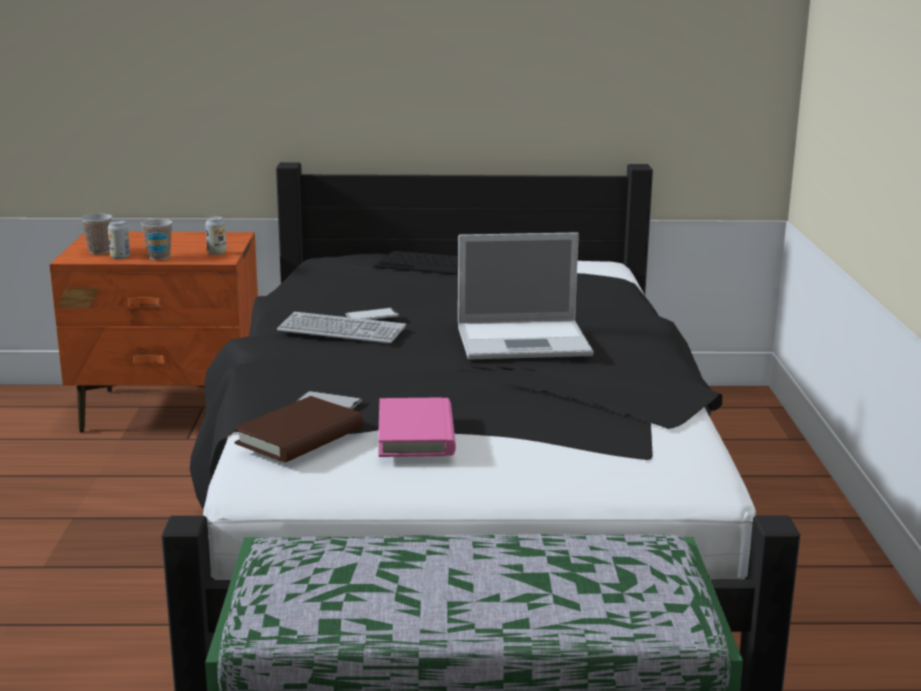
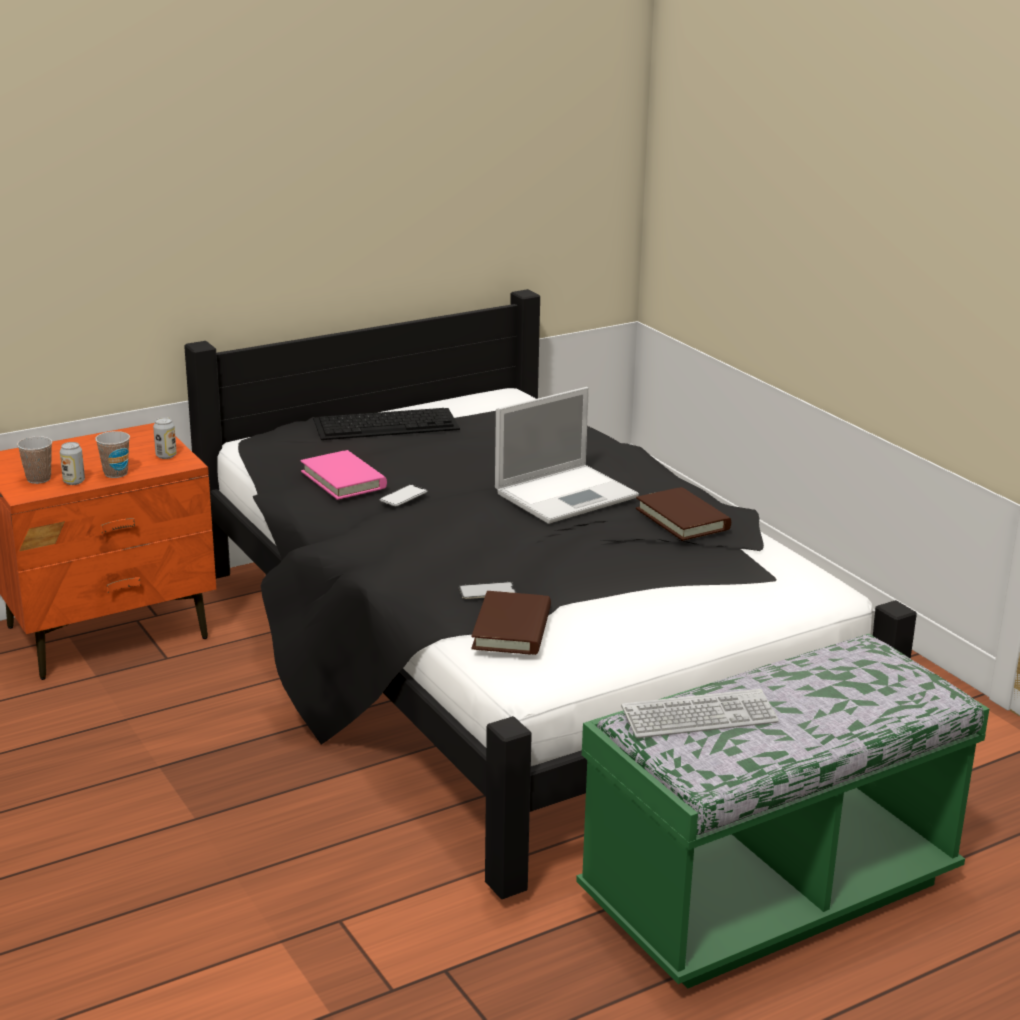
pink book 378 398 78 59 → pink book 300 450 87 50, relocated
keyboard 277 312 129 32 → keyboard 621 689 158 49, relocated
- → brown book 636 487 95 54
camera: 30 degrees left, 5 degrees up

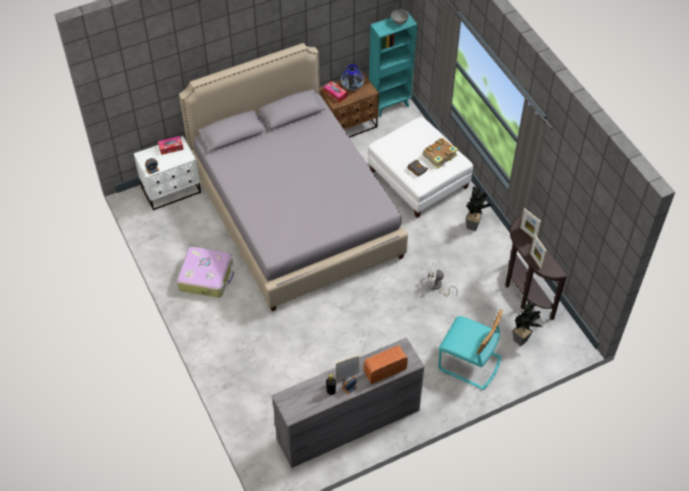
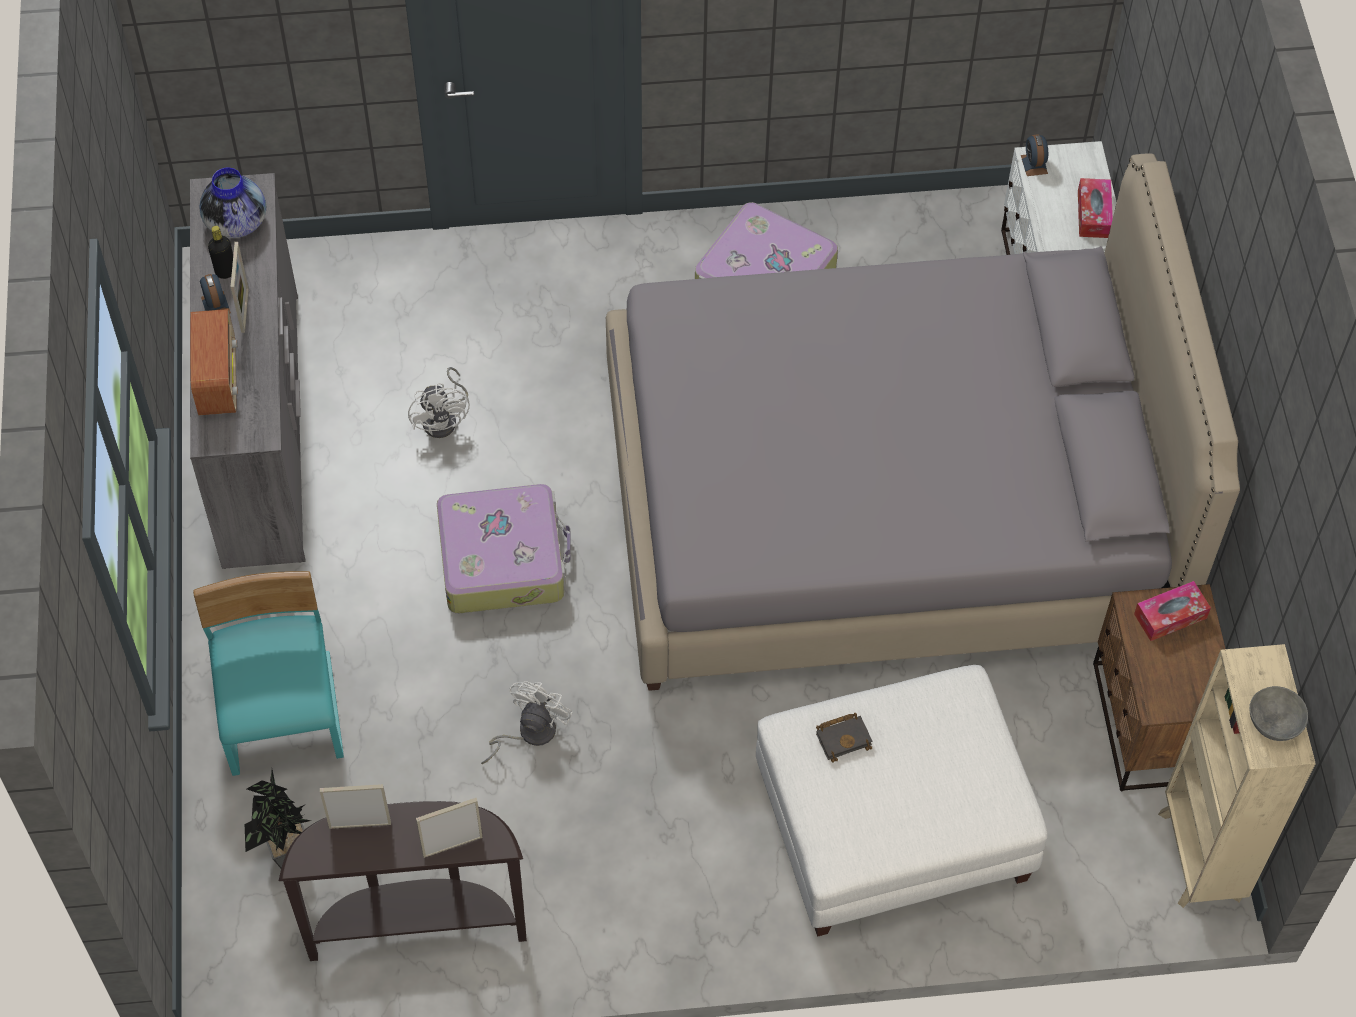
turquoise chair 438 309 65 81 → turquoise chair 193 571 151 205, 120 degrees clockwise
vase 341 64 23 26 → vase 199 168 67 70, relocated
- → white fan 408 367 62 71
- → suitcase 437 484 133 129
turquoise bookcase 369 12 48 105 → beige bookcase 1158 644 158 264
book 423 138 35 31 → -
potted plant 466 187 26 44 → -
camera: 110 degrees right, 5 degrees up

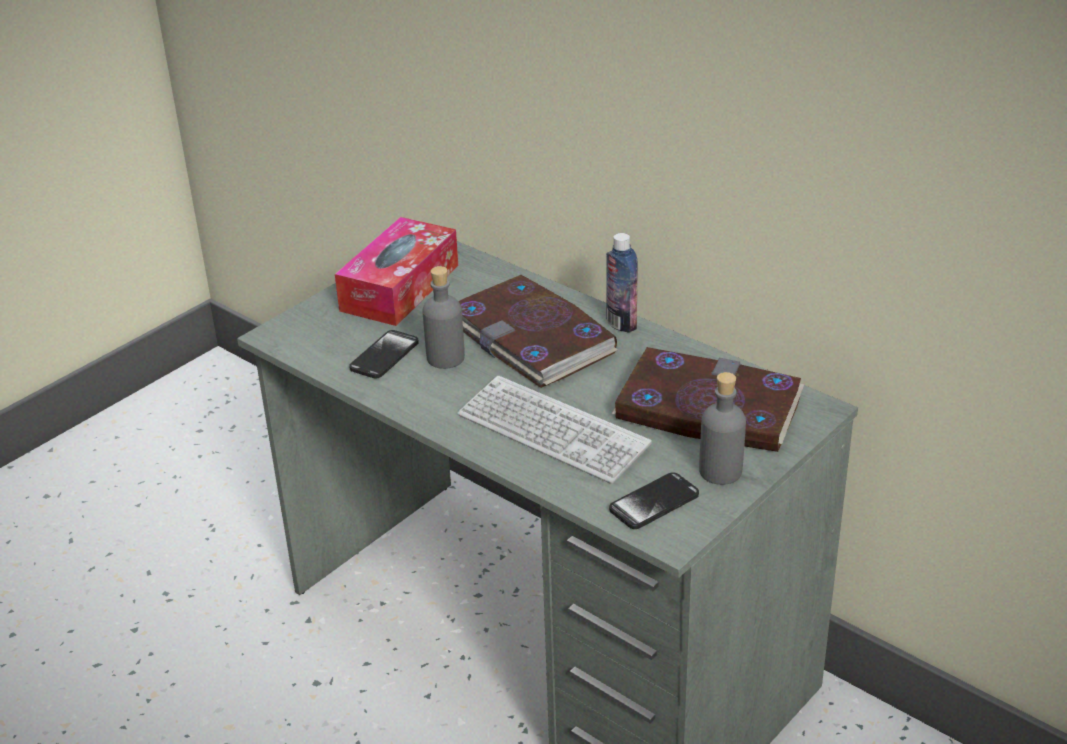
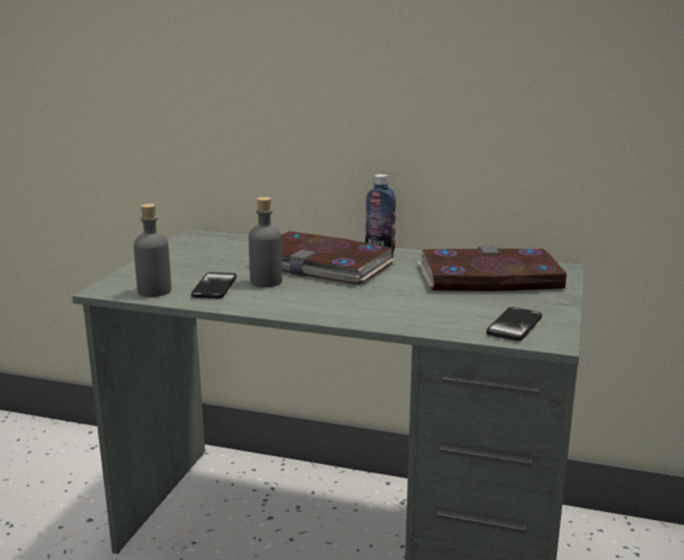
grey bottle 699 372 47 113 → grey bottle 134 204 37 93, relocated
tissue box 335 217 123 109 → -
keyboard 458 376 194 108 → -
camera: 25 degrees left, 15 degrees down

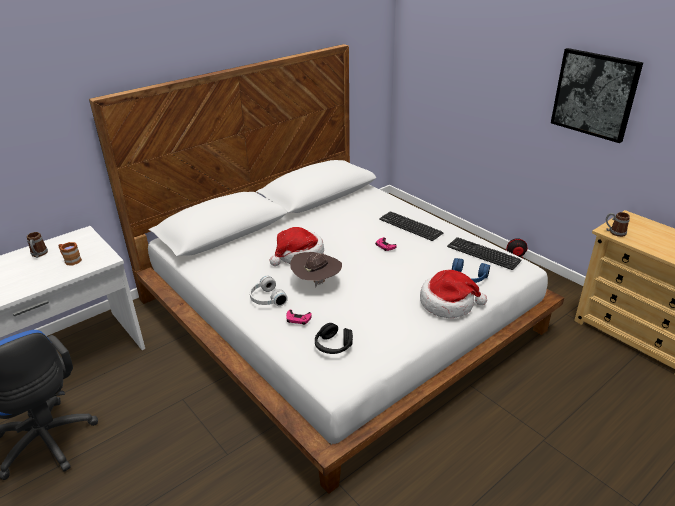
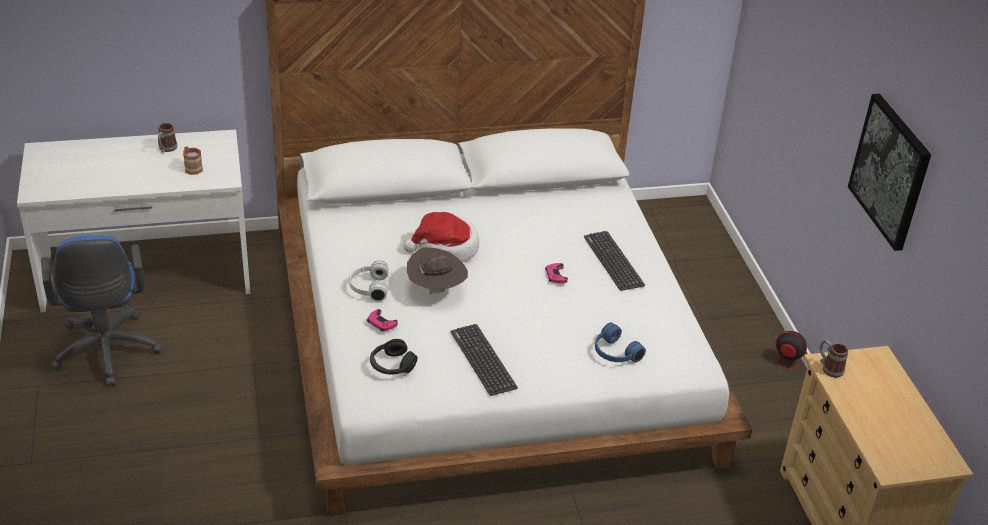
keyboard 447 237 74 33 → keyboard 451 324 67 72, relocated
hat 420 270 67 48 → -
camera: 25 degrees right, 5 degrees up

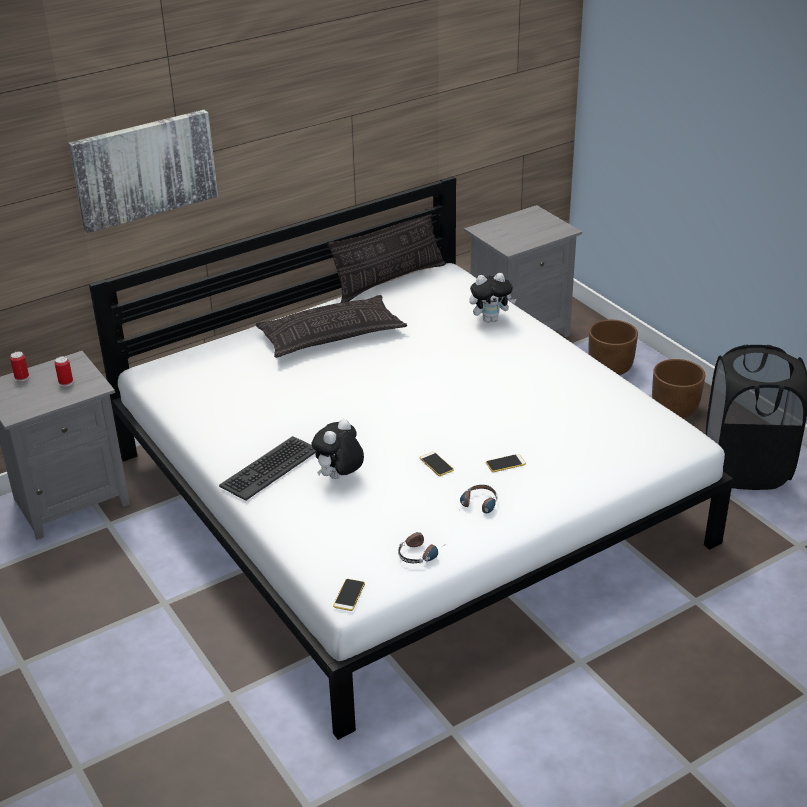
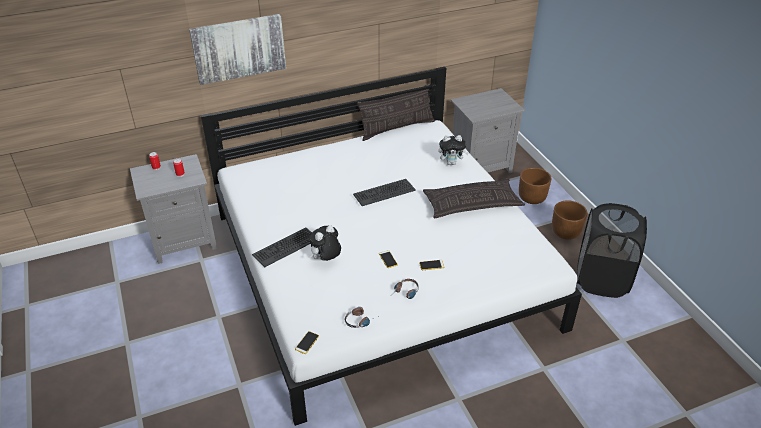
- → keyboard 353 179 63 27
pillow 256 295 151 63 → pillow 423 178 102 40, relocated
camera: 10 degrees right, 5 degrees up

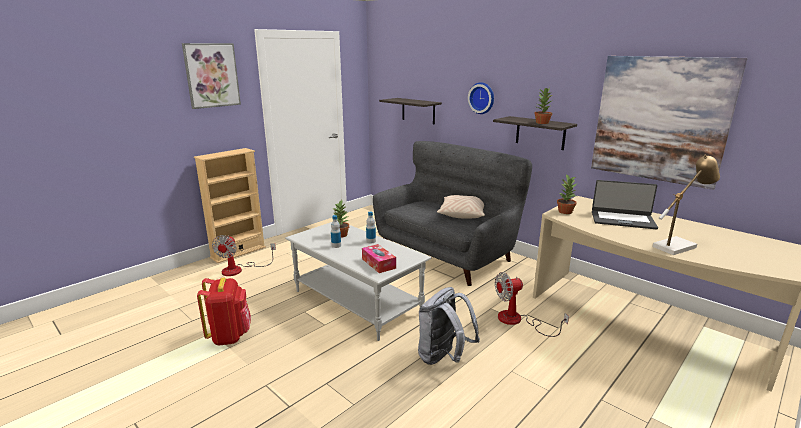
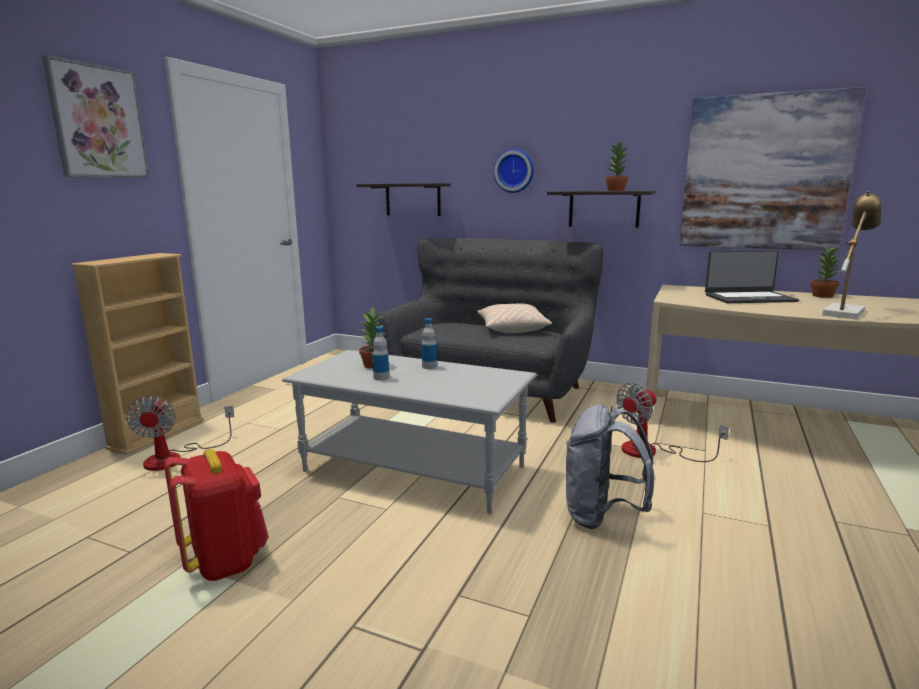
potted plant 557 174 21 40 → potted plant 810 245 31 53, relocated
tissue box 362 244 34 29 → -
camera: 20 degrees left, 5 degrees down

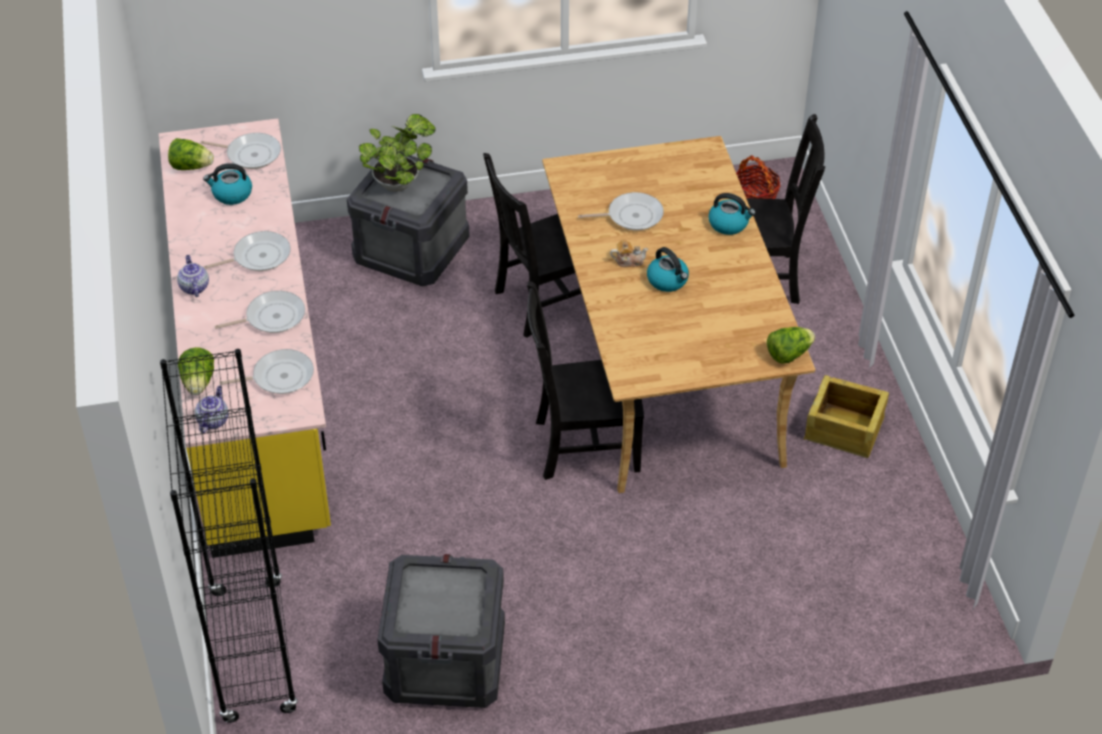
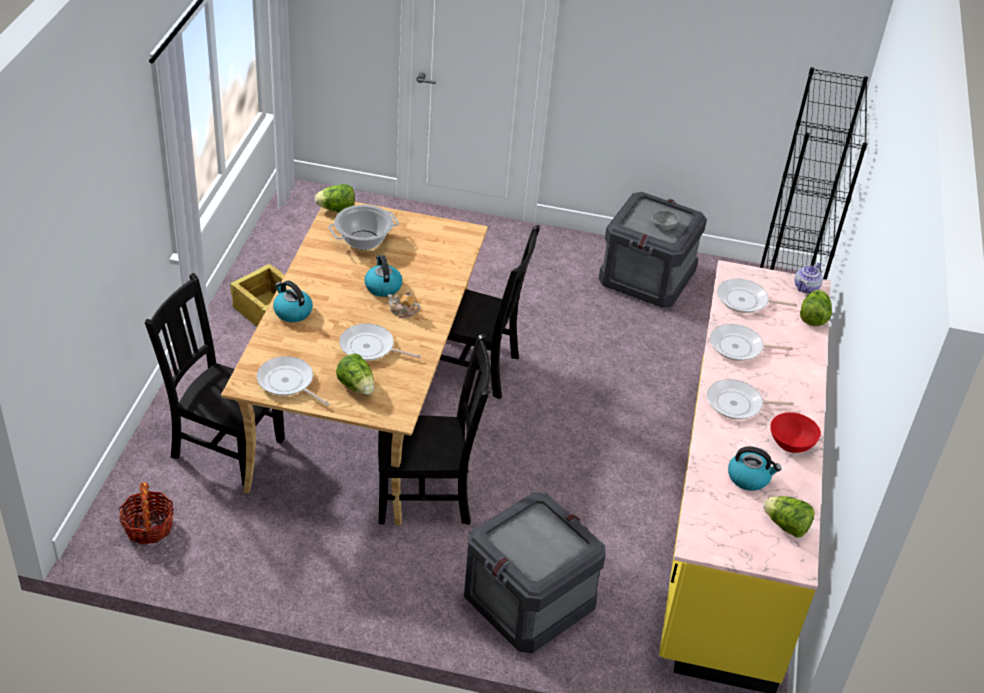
frying pan 200 133 81 36 → frying pan 257 356 73 50, relocated
- → cooking pot 329 205 70 45
- → lettuce 336 354 38 41
- → grey bowl 652 210 27 20
- → red bowl 770 412 51 41
teapot 177 255 32 42 → -
potted plant 359 114 77 78 → -
camera: 160 degrees left, 5 degrees down

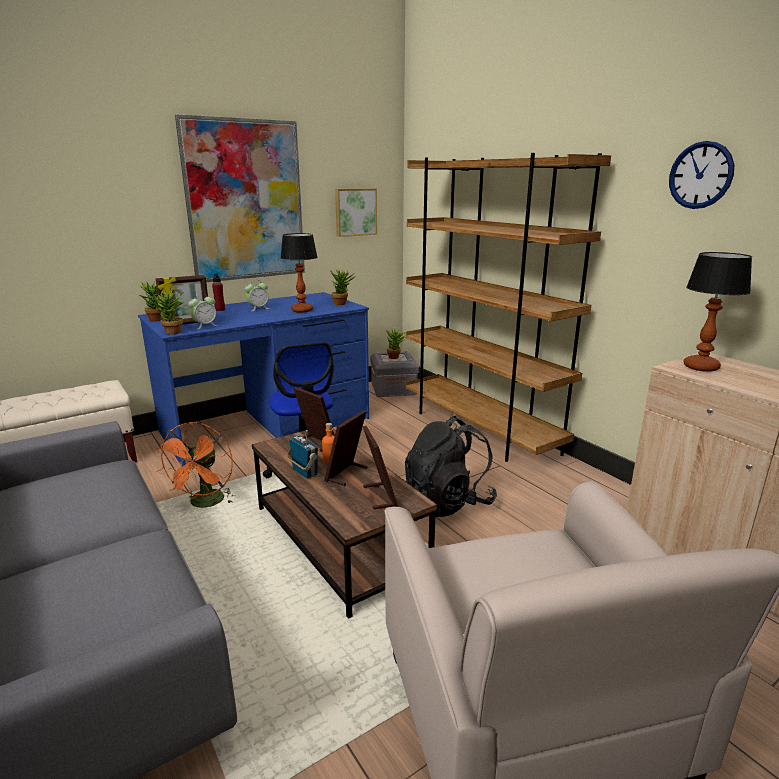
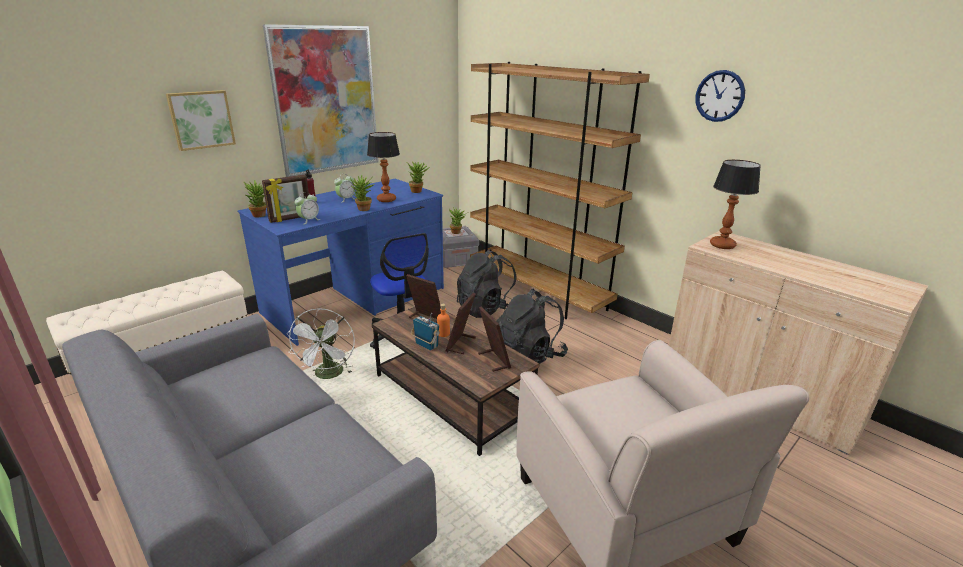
picture 335 188 42 49 → picture 166 90 70 61, relocated
orange fan 155 422 81 86 → white fan 287 308 68 71
potted plant 152 289 33 46 → potted plant 350 174 25 37, relocated
- → black backpack 457 249 60 69
camera: 10 degrees left, 5 degrees up

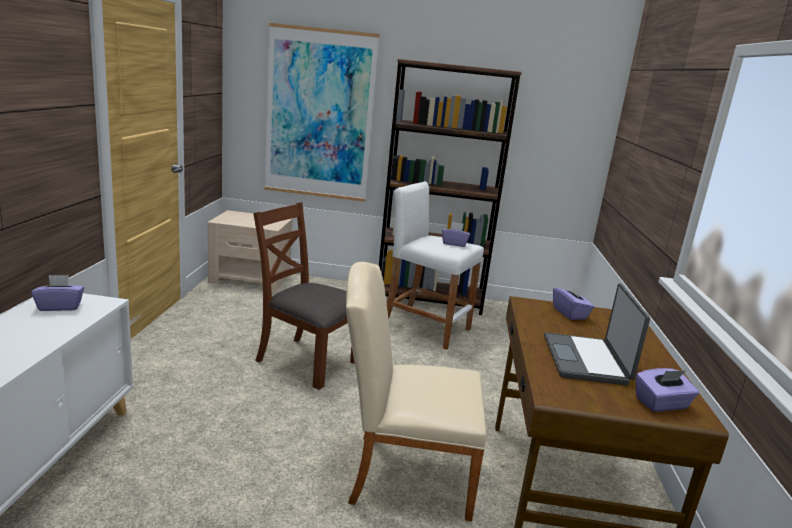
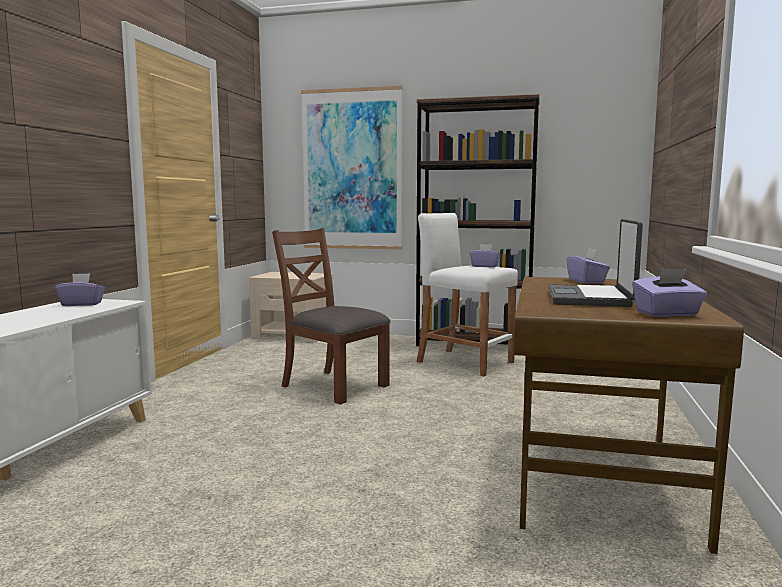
beige chair 346 262 141 260 → -
camera: 10 degrees right, 10 degrees down

